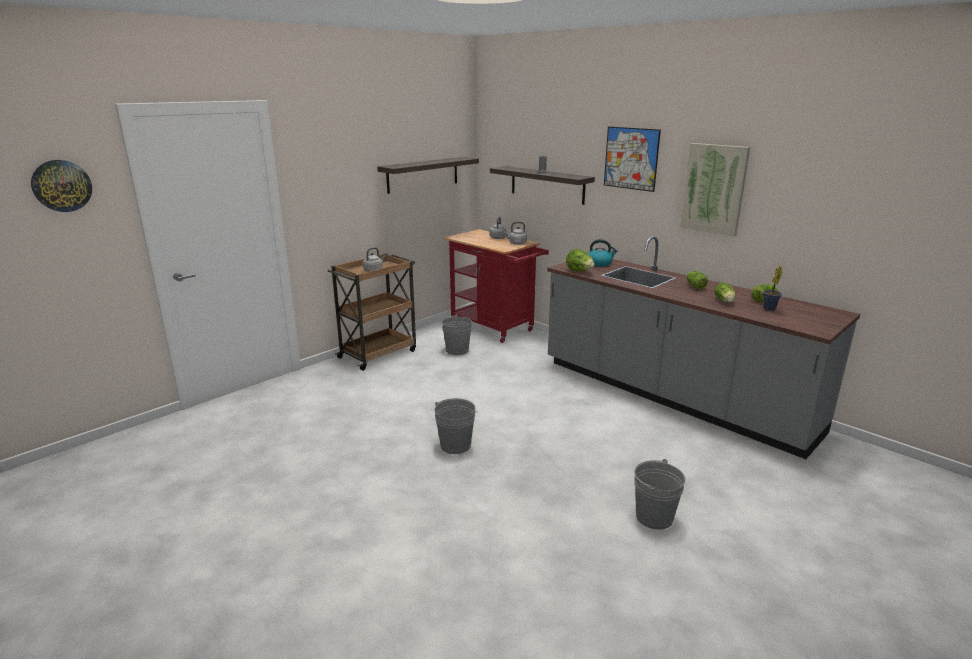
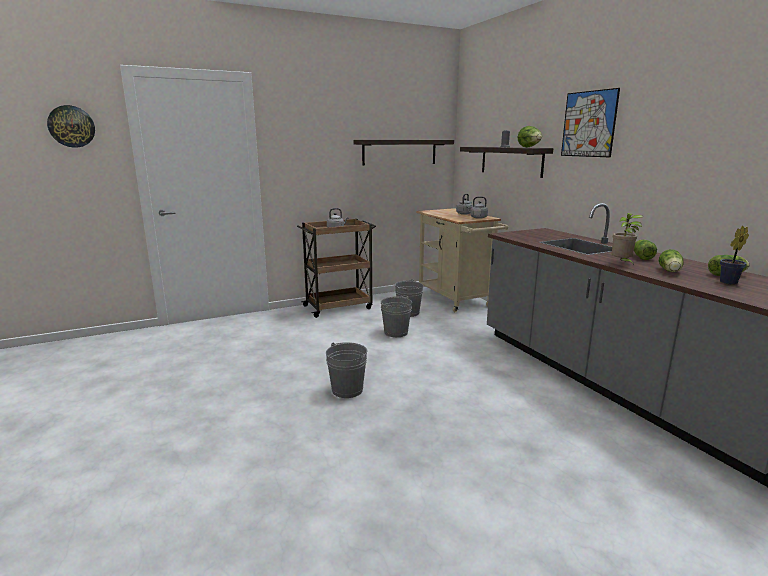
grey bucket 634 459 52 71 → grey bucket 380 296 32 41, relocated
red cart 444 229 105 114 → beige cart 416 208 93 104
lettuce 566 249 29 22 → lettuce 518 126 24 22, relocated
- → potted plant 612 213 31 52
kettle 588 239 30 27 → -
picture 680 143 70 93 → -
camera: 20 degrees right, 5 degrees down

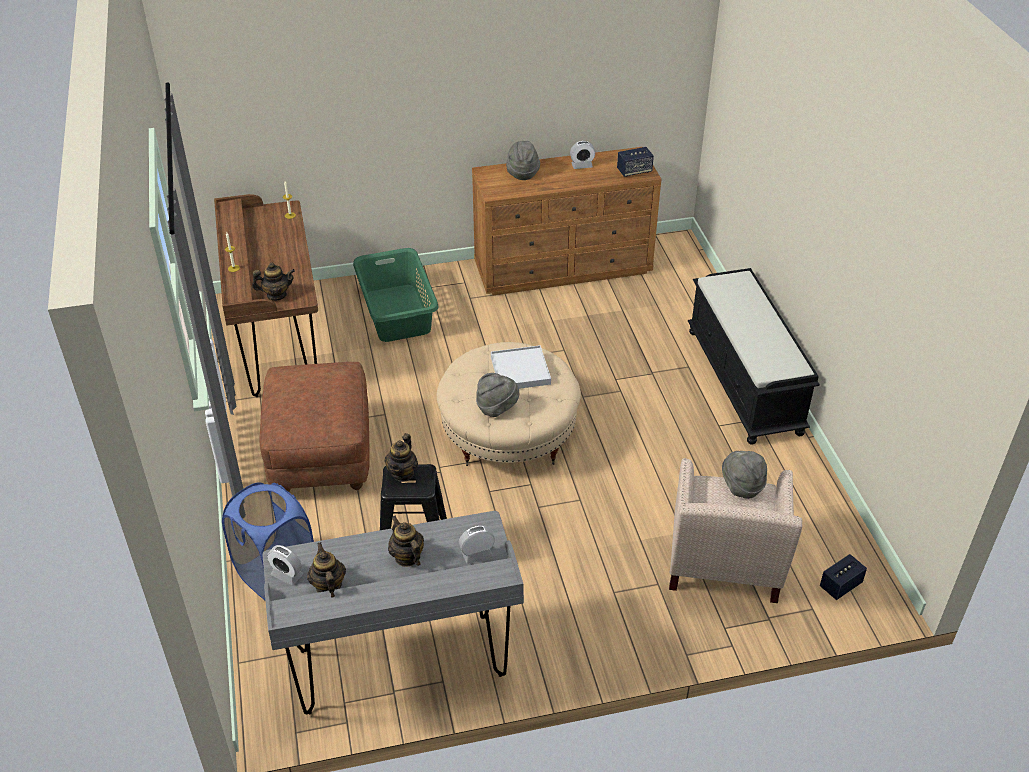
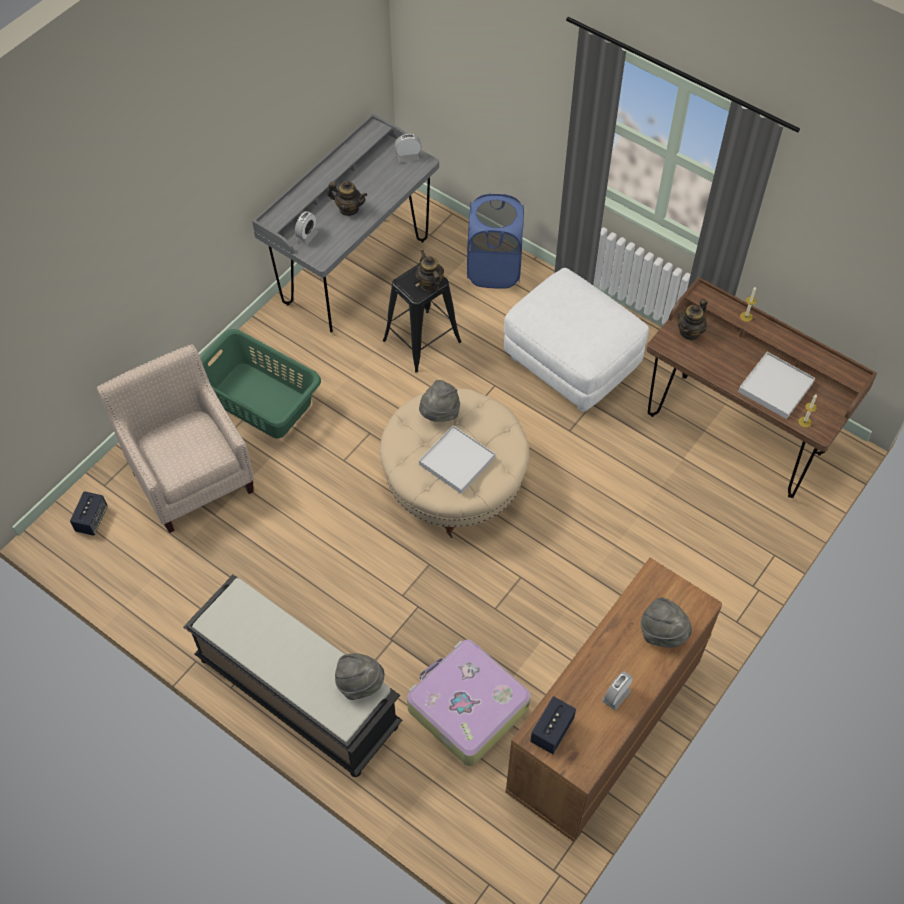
green laundry basket 353 248 86 94 → green laundry basket 200 329 121 110, relocated
grey hat 722 451 45 48 → grey hat 335 653 49 47, relocated
- → suitcase 407 639 124 127
brown ottoman 259 362 111 130 → white ottoman 504 268 145 144
- → white tray 738 352 77 67
teapot 307 542 39 56 → -
camera: 140 degrees right, 15 degrees up

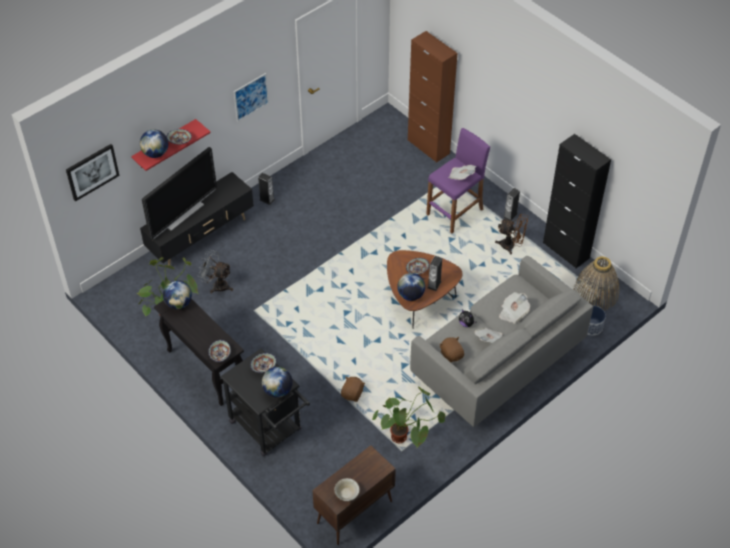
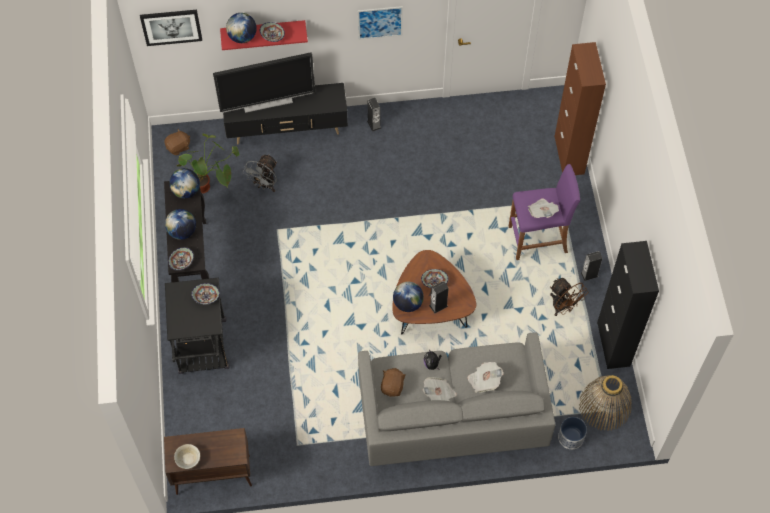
brown plush toy 341 376 24 26 → brown plush toy 164 129 26 26, relocated
globe 262 367 31 31 → globe 165 209 31 31, relocated
grey fan 198 250 35 43 → grey fan 243 154 34 38, 120 degrees counterclockwise
potted plant 372 386 73 62 → -
camera: 35 degrees right, 10 degrees up

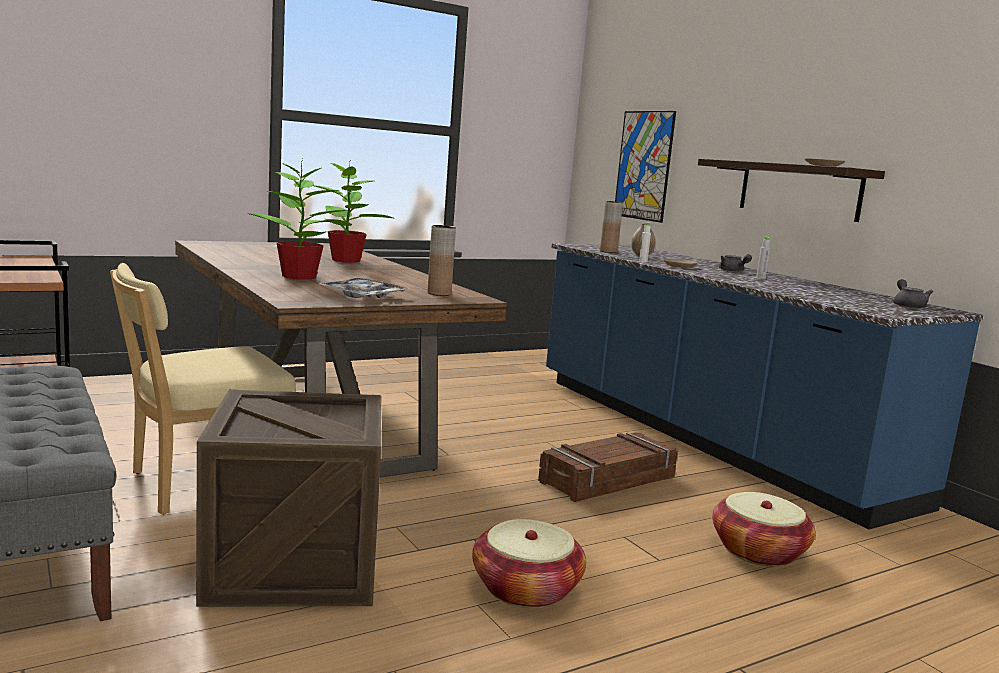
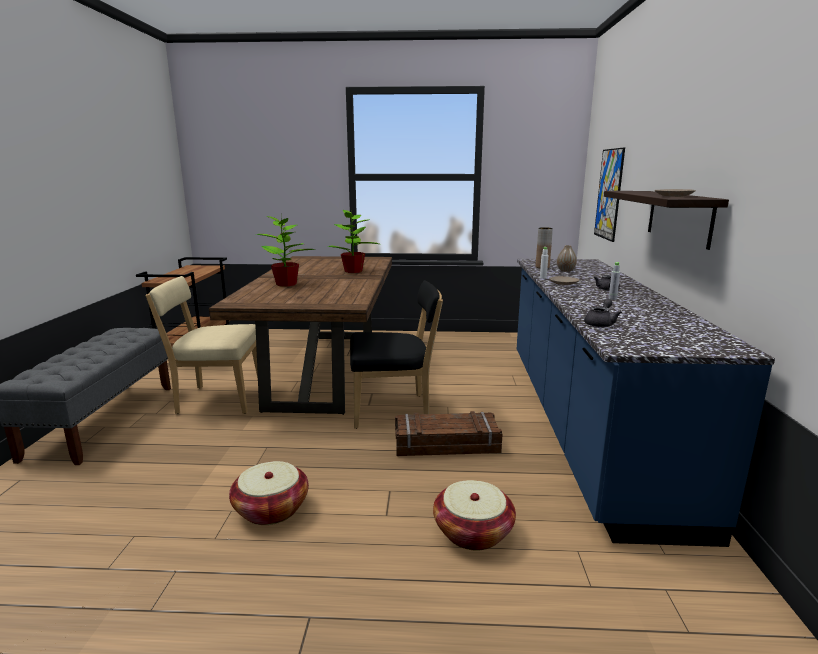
- → black chair 350 280 93 149
grey teapot 894 279 39 30 → grey teapot 584 299 38 28, relocated
crate 196 390 185 217 → -
tray 319 278 91 21 → -
brown vase 428 225 28 71 → -
camera: 35 degrees right, 5 degrees up

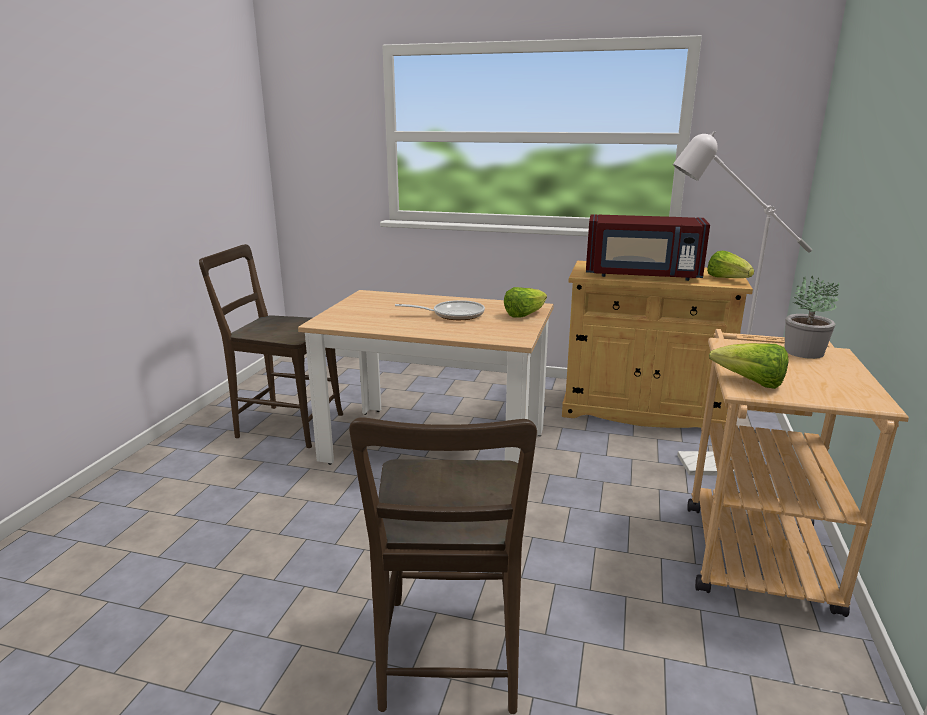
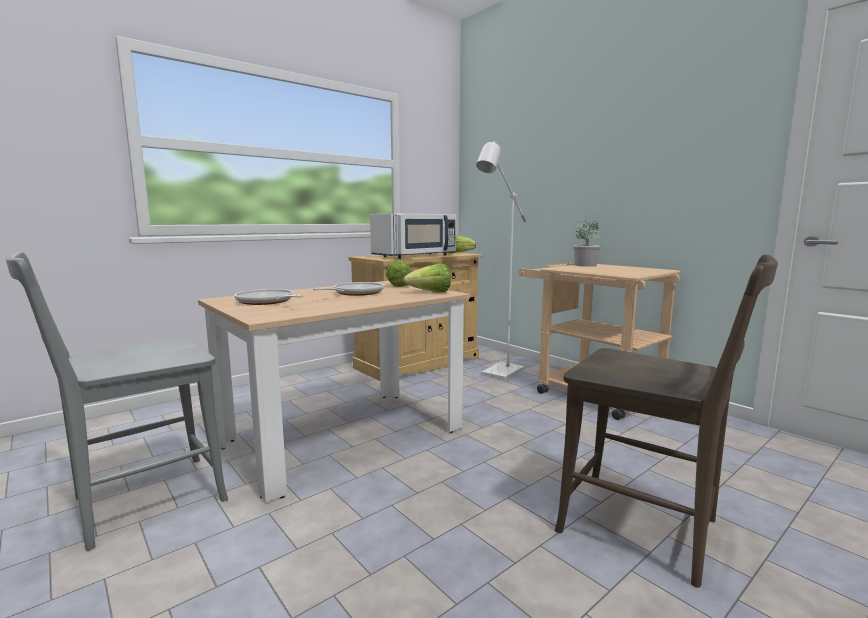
brown chair 199 244 144 204 → grey chair 6 252 222 299
- → frying pan 234 289 69 16
red microwave 586 214 124 67 → white microwave 370 214 86 45
lettuce 709 343 80 46 → lettuce 403 263 48 29, relocated
camera: 55 degrees left, 10 degrees down

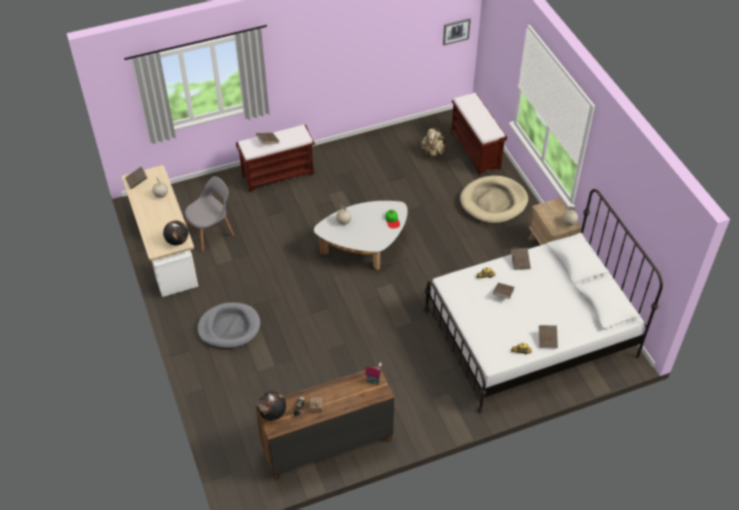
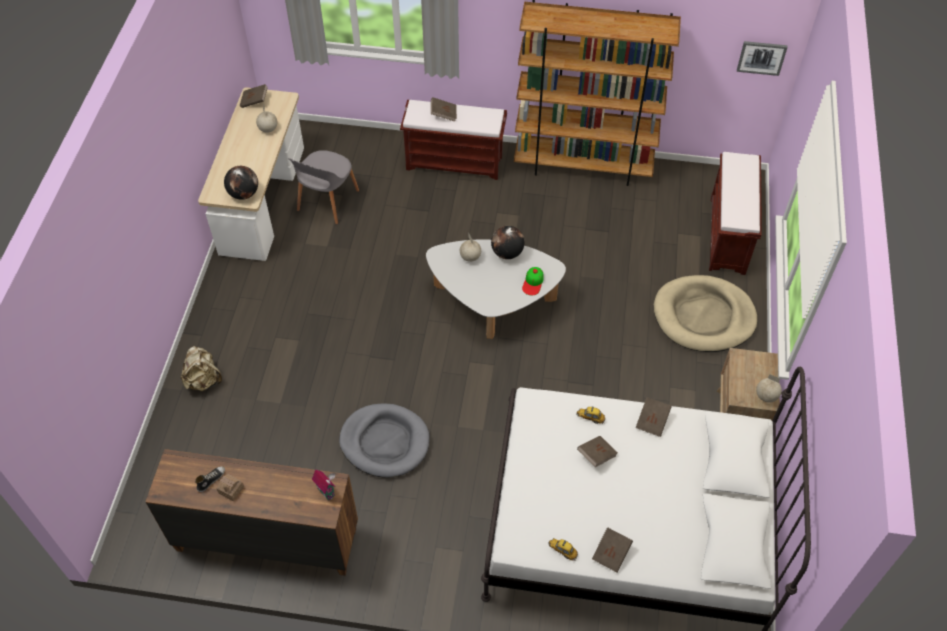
beige backpack 421 128 25 30 → beige backpack 181 346 41 45, relocated
grey chair 185 176 49 76 → grey chair 288 150 71 74, 120 degrees clockwise
grey dog bed 197 302 64 47 → grey dog bed 339 403 90 75, relocated
globe 257 391 29 30 → globe 491 226 34 33, relocated
- → brown bookcase 514 0 167 186
camera: 30 degrees right, 5 degrees up

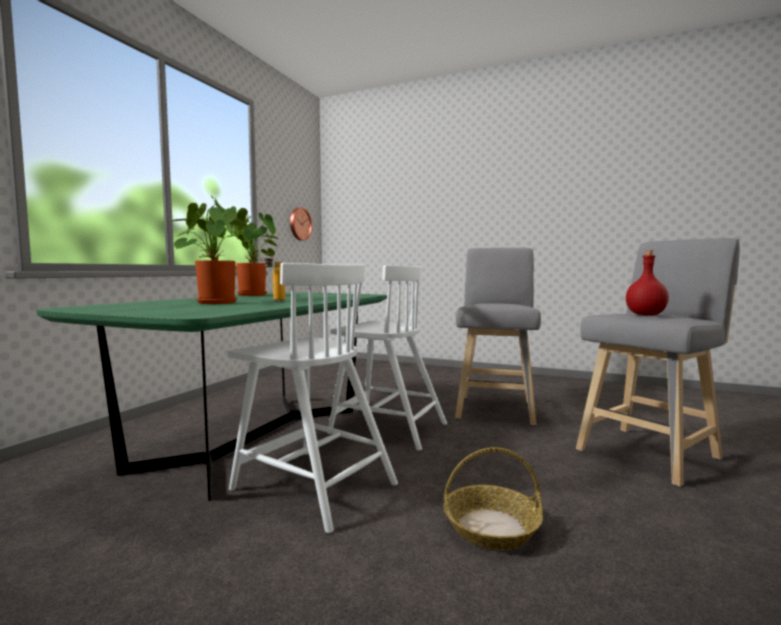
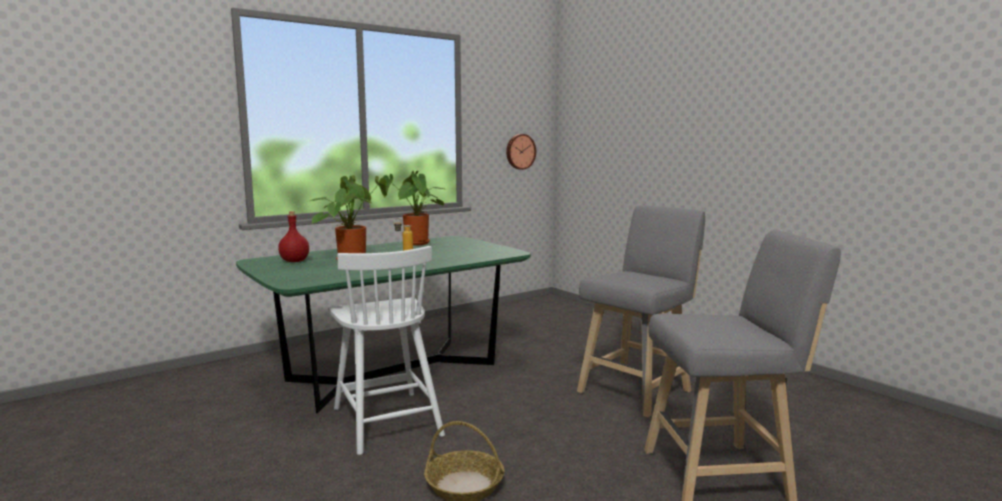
red bottle 626 250 43 65 → red bottle 278 211 31 51, relocated
white chair 328 265 119 186 → -
camera: 30 degrees right, 5 degrees up

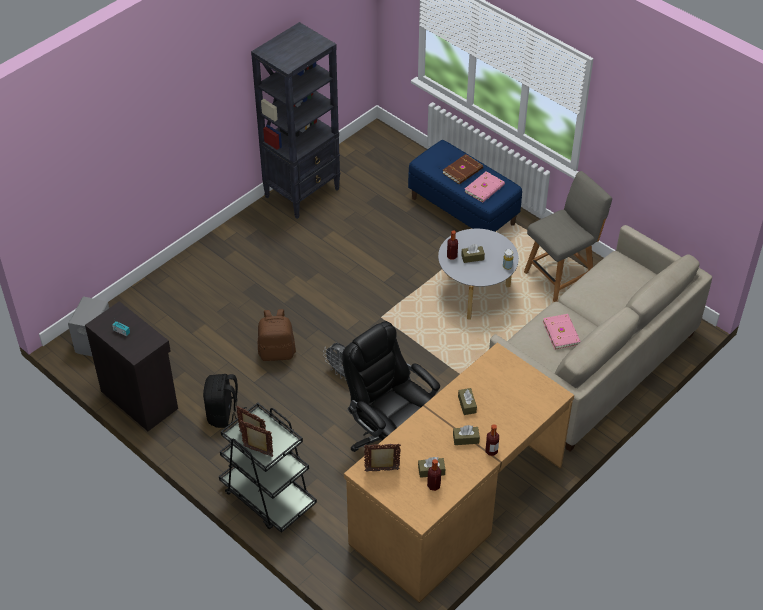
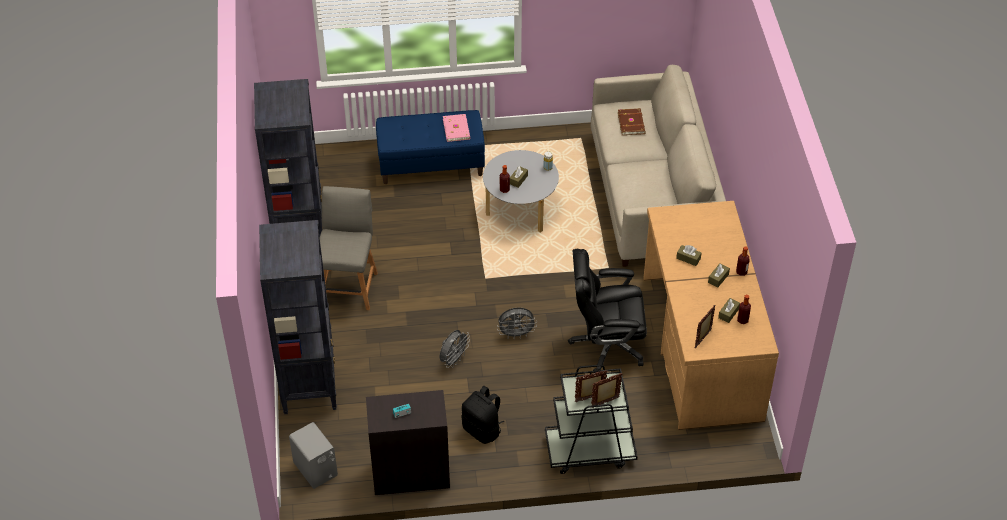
- → black bookcase 259 220 78 194
grey chair 524 171 88 131 → grey chair 320 186 58 124, relocated
brown backpack 258 309 38 52 → grey fan 440 330 30 38
brown book 443 154 40 30 → brown book 618 108 28 27, relocated
pink book 543 314 38 36 → -
camera: 50 degrees left, 0 degrees up

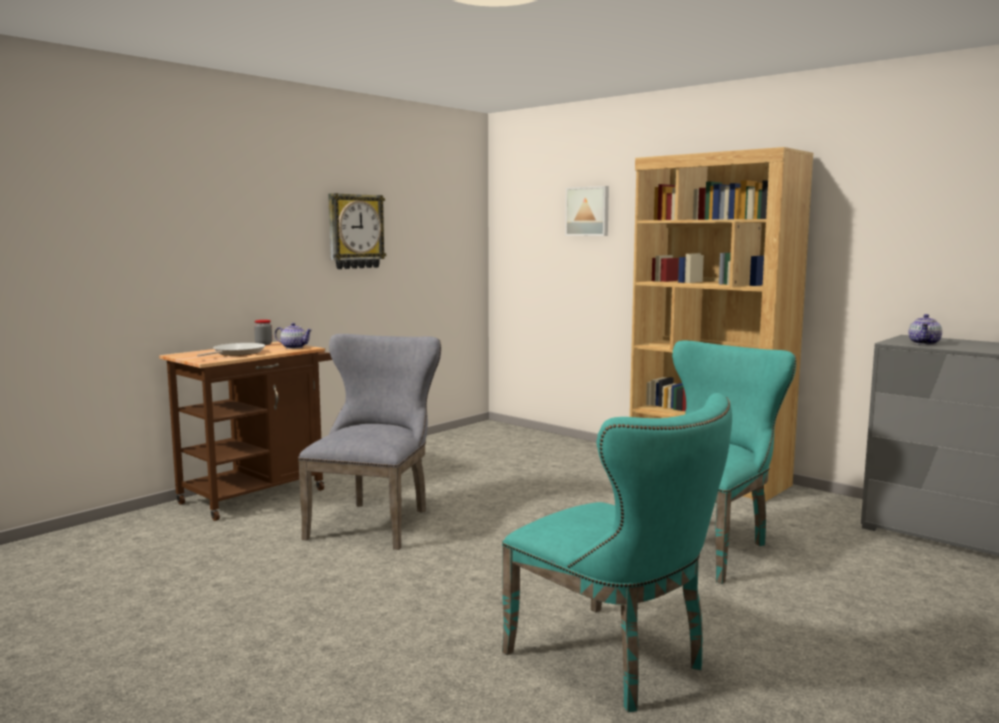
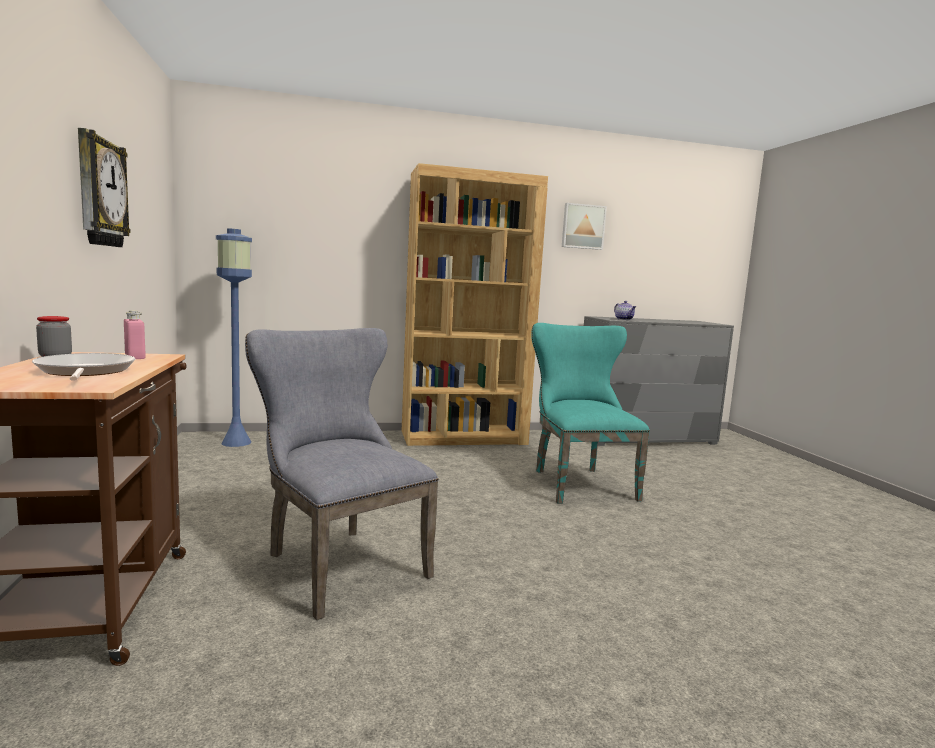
teapot 275 323 38 26 → pink bottle 124 310 22 49
- → blue floor lamp 216 229 36 218
picture 565 186 44 50 → picture 562 203 45 47, relocated
turquoise chair 502 393 230 319 → -
camera: 55 degrees left, 0 degrees up

